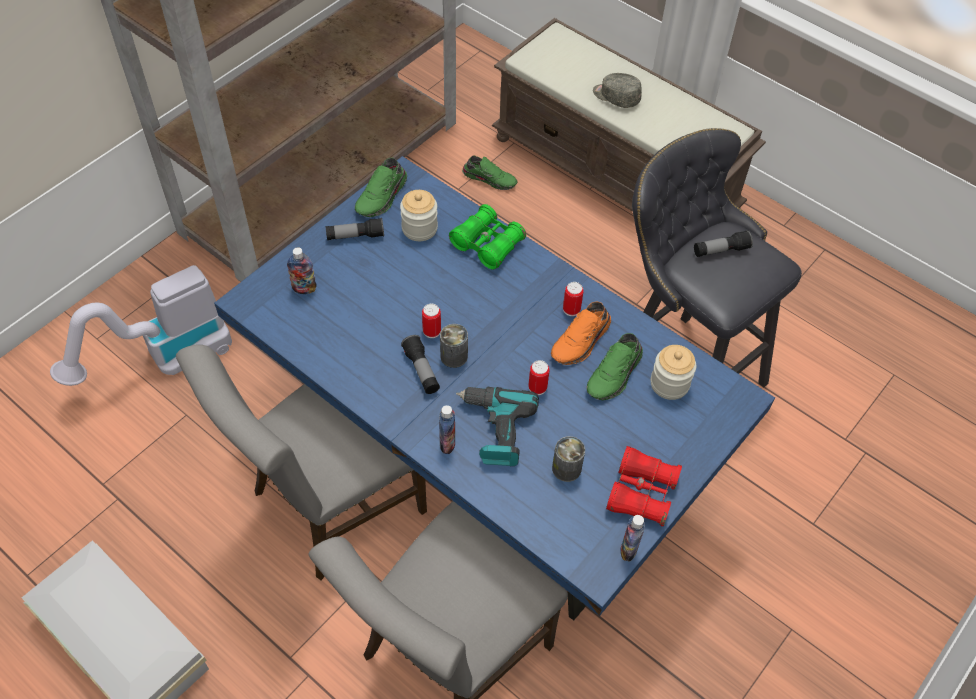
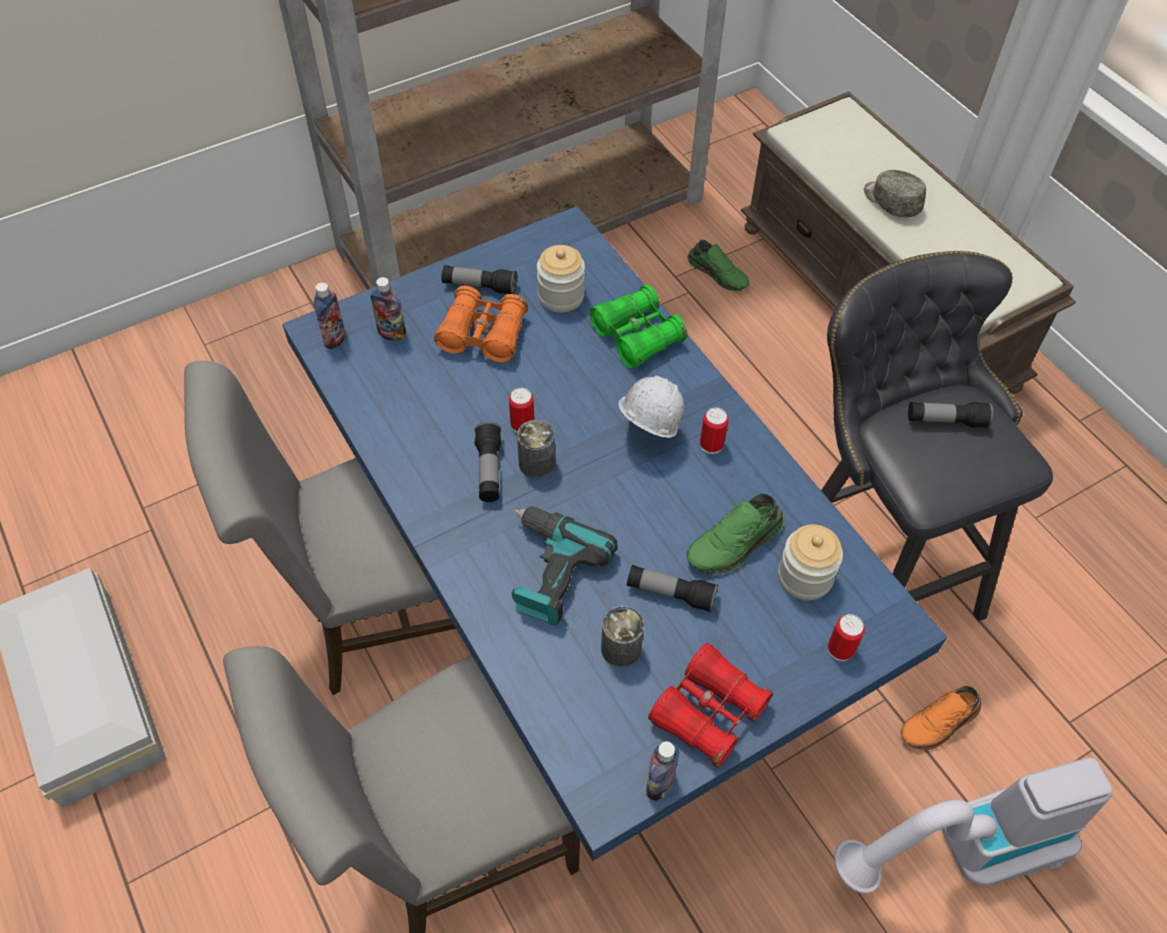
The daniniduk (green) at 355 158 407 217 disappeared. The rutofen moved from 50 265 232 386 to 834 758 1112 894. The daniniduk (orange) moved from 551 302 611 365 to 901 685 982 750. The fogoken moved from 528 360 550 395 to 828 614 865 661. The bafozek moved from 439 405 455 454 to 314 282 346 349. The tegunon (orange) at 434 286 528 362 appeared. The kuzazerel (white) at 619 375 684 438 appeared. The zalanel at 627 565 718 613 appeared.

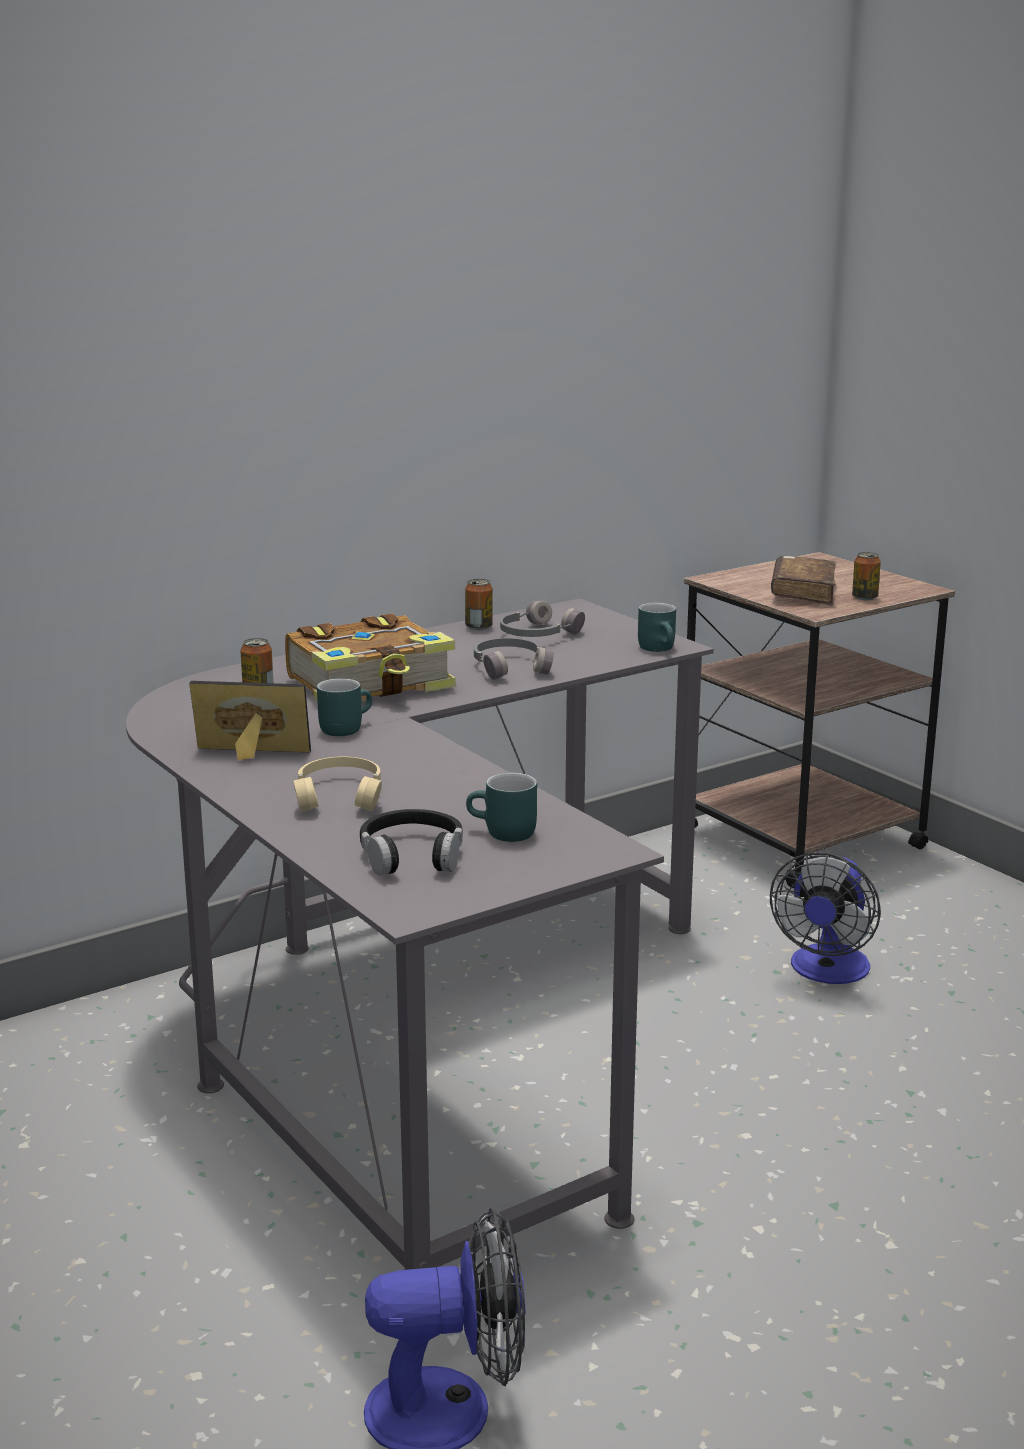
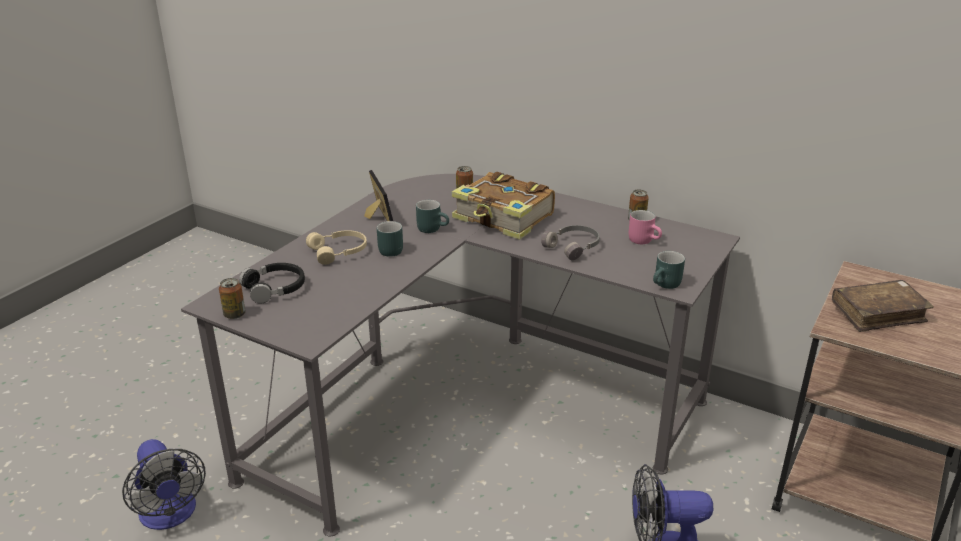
The fogoken moved from 852 552 881 600 to 219 278 245 319. The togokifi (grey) at 500 600 585 637 was replaced by the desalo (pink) at 629 210 662 244. The desalo (turquoise) moved from 466 772 537 842 to 377 221 403 257.

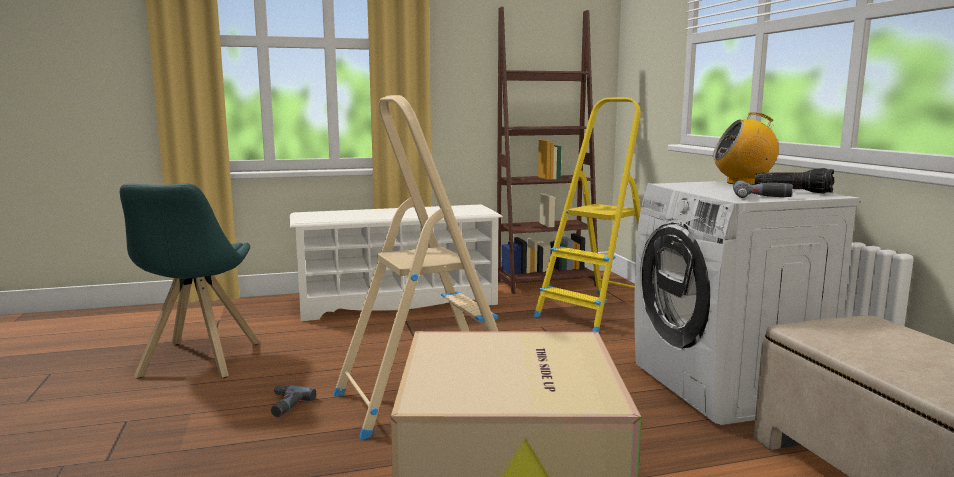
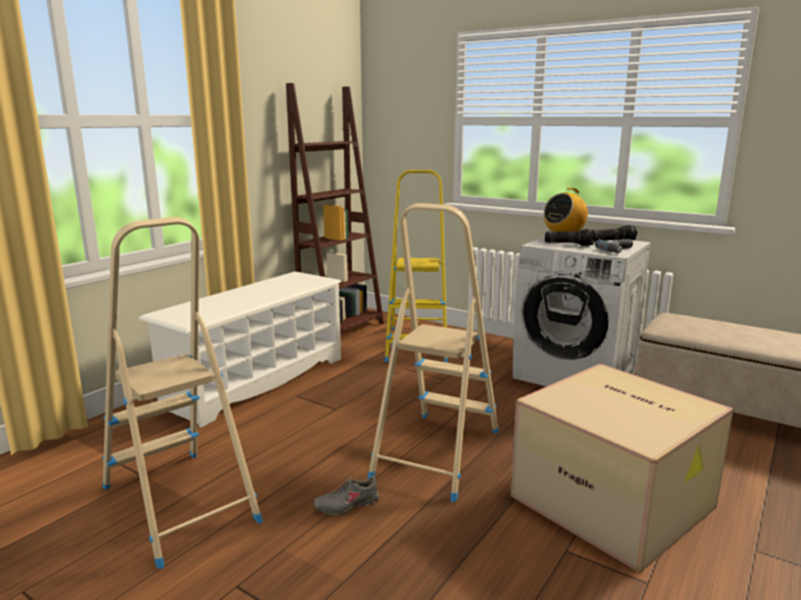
The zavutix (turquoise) at 120 184 260 379 was replaced by the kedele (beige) at 102 217 263 569. The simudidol at 271 385 316 417 was replaced by the daniniduk (grey) at 313 476 380 516. The zalanel at 545 229 595 246 appeared.

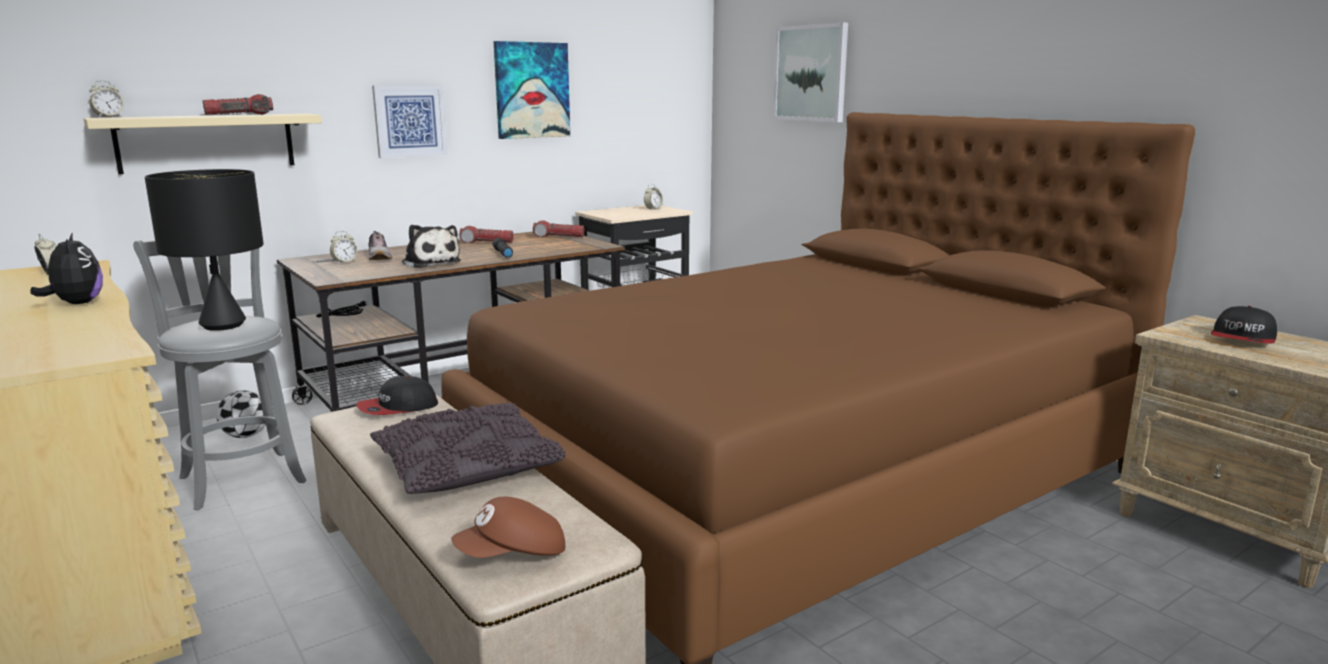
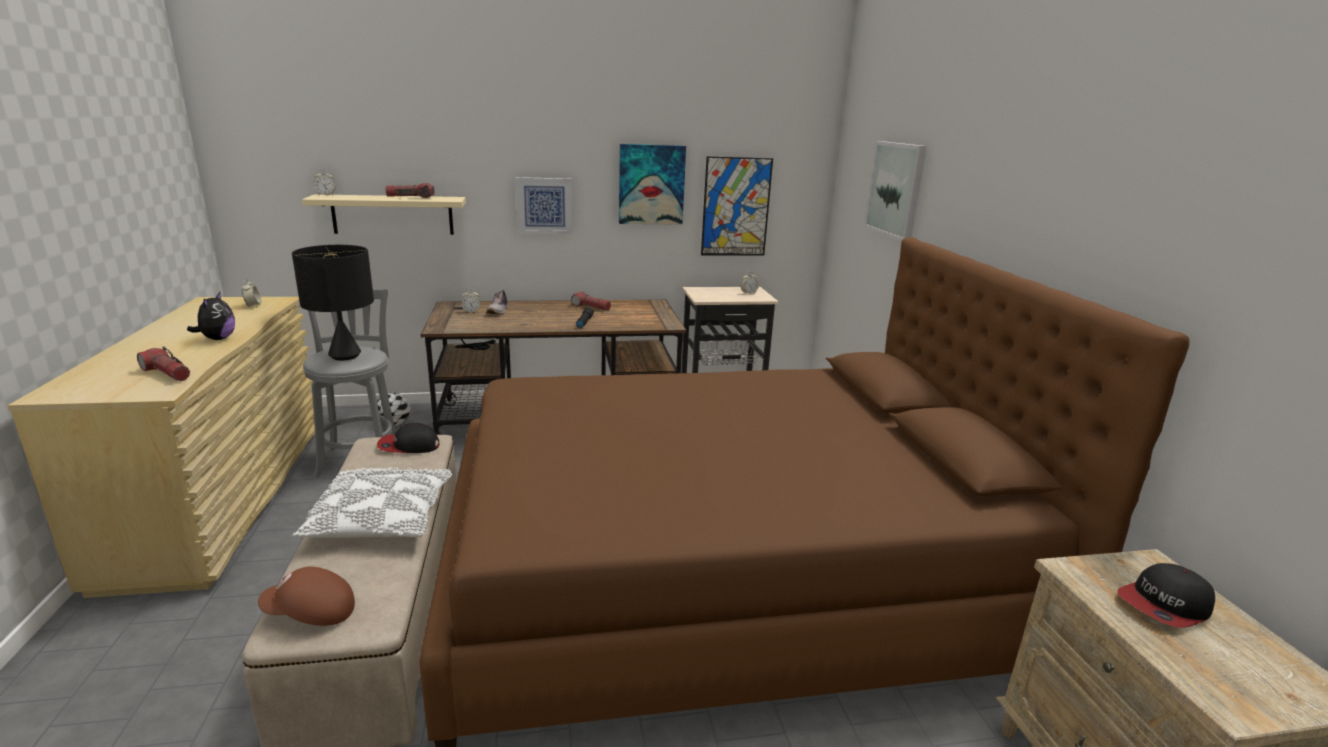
The zalanel moved from 533 220 584 237 to 137 347 190 381. The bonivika at 402 225 461 268 disappeared. The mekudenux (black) at 370 402 566 494 became the mekudenux (white) at 293 467 452 538. The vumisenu at 701 156 773 256 appeared.

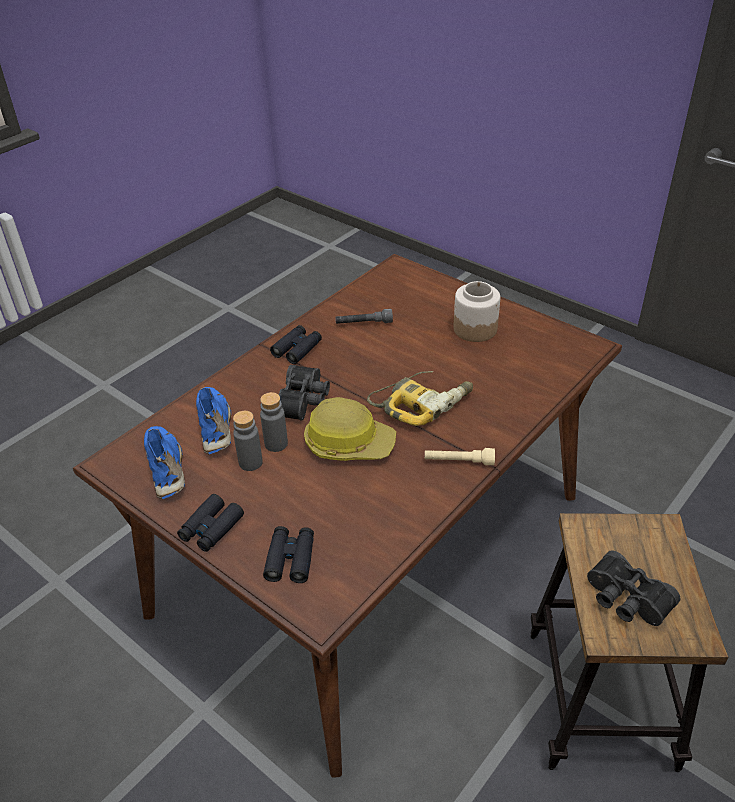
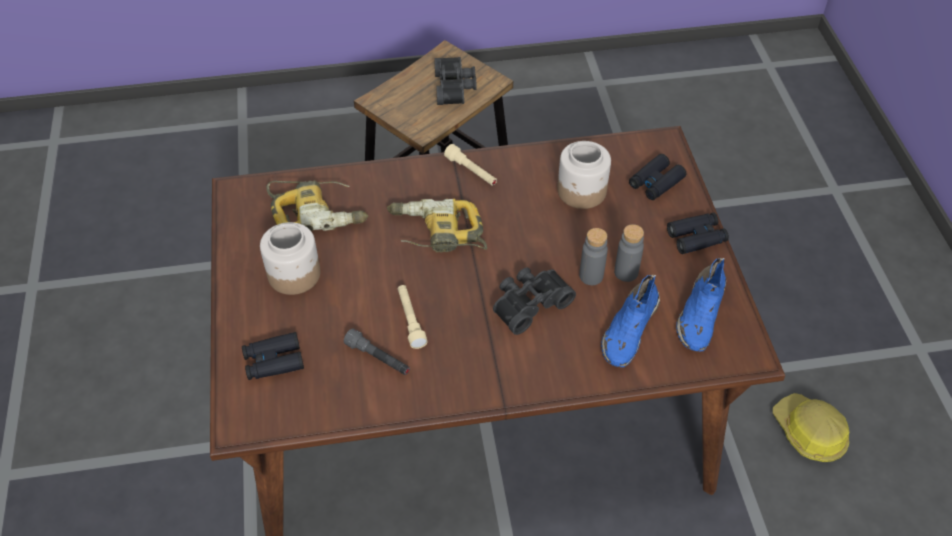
The tegunon (black) moved from 270 325 322 364 to 242 332 304 380. The kuzazerel moved from 304 397 396 461 to 773 393 849 462. The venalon at 557 141 611 209 appeared. The simudidol at 266 180 368 232 appeared. The zalanel (beige) at 398 285 427 349 appeared.

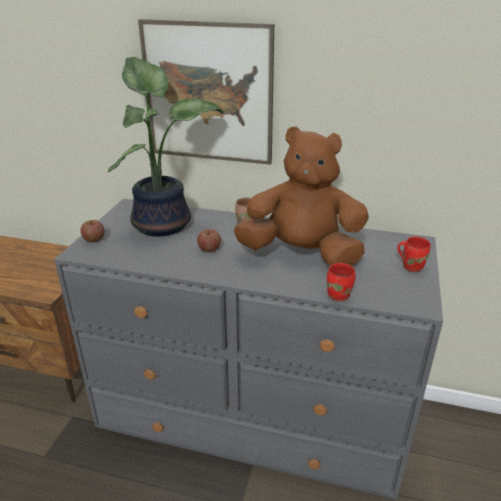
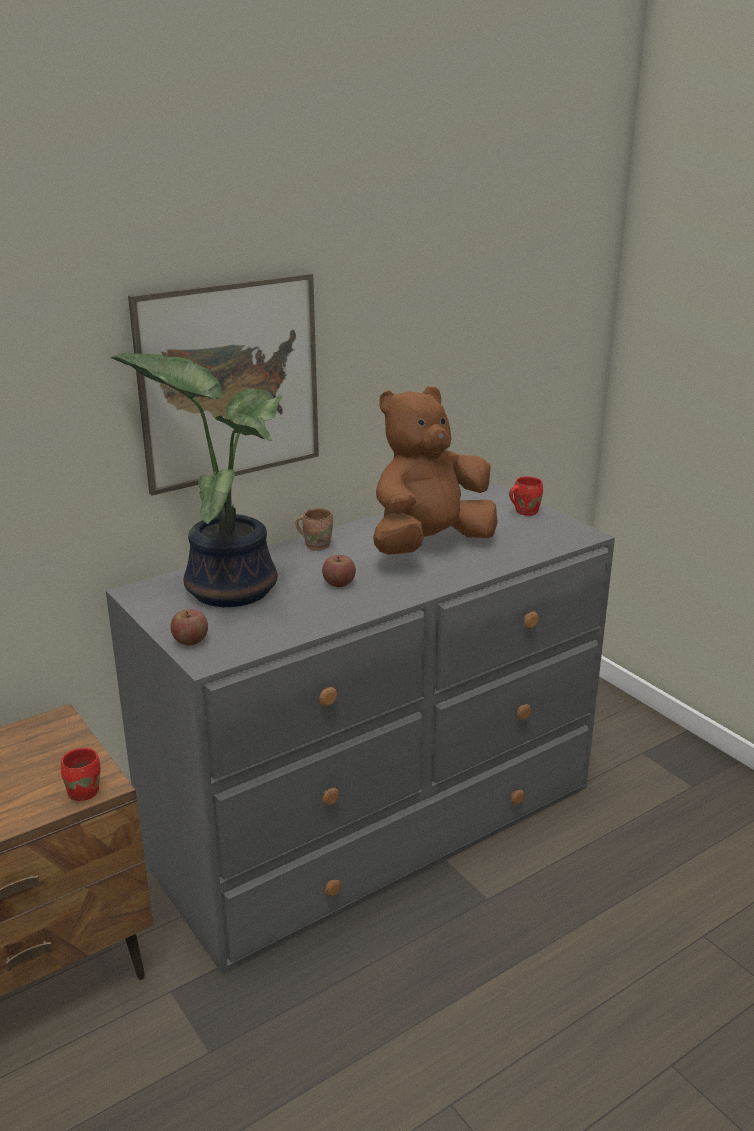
The desalo (red) moved from 327 263 355 301 to 61 748 100 801.

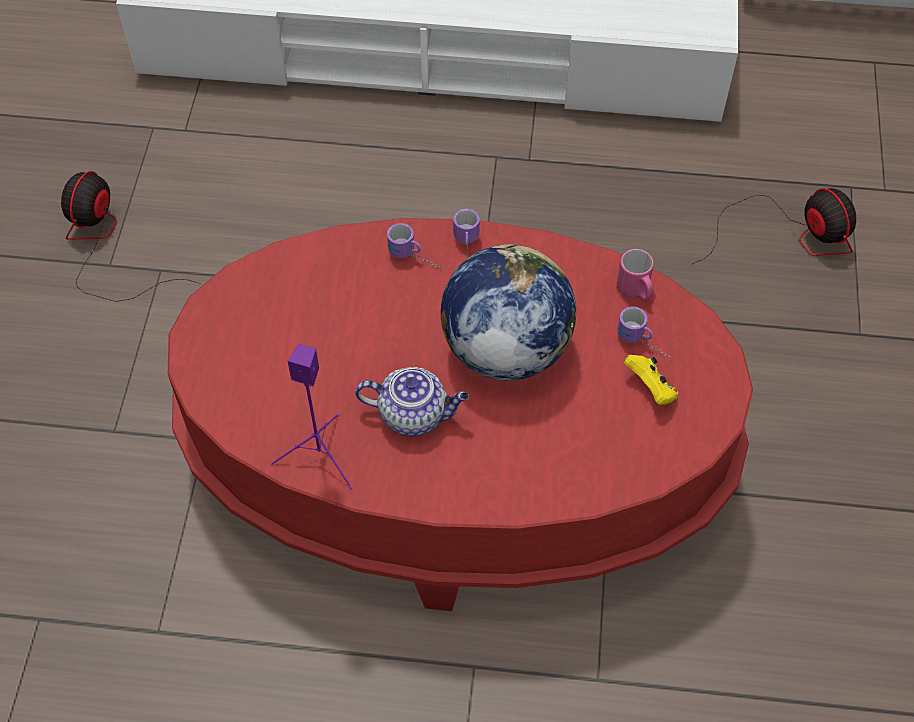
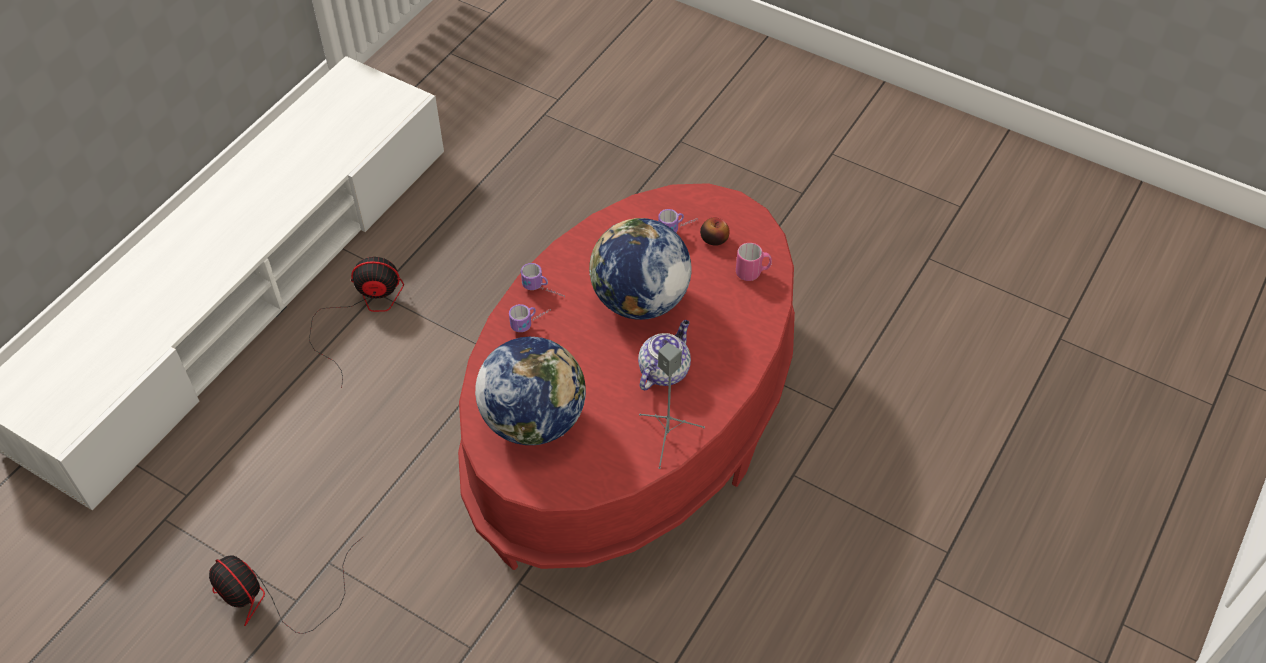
The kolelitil moved from 692 188 856 264 to 309 257 404 388. The desalo (pink) moved from 617 249 654 300 to 736 243 772 281. The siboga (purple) at 270 344 352 489 became the siboga (grey) at 639 343 705 469. The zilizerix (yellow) at 624 355 678 405 was replaced by the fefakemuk at 700 217 729 246. The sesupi at 475 337 586 445 appeared.

